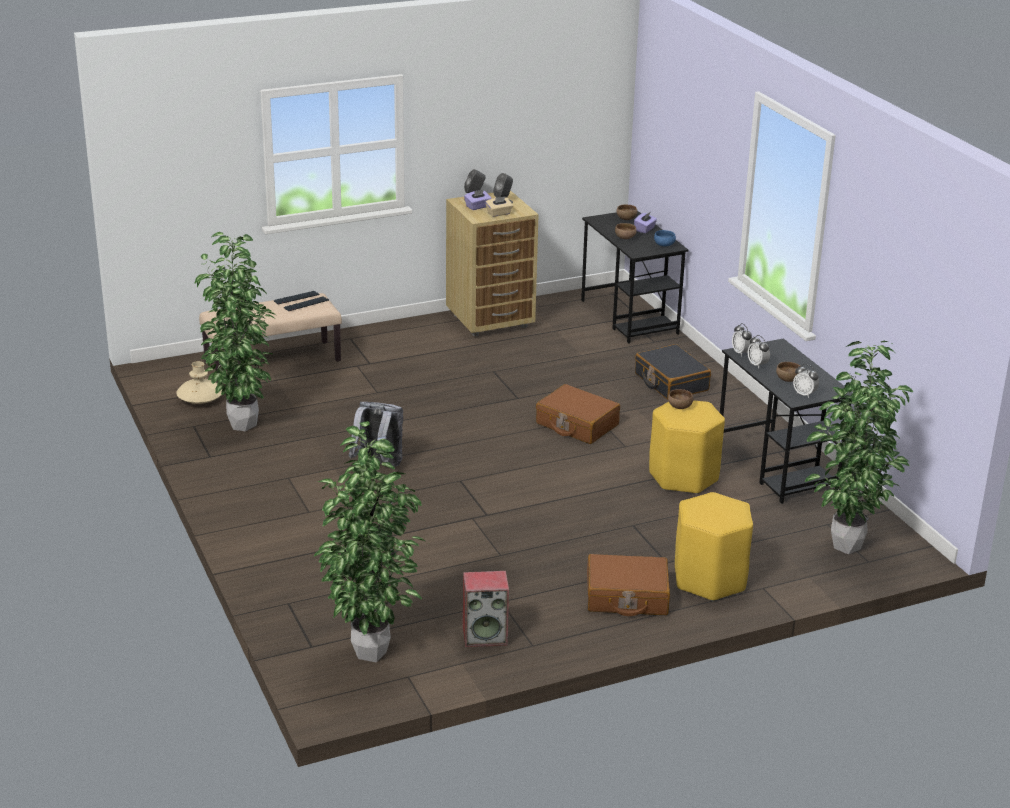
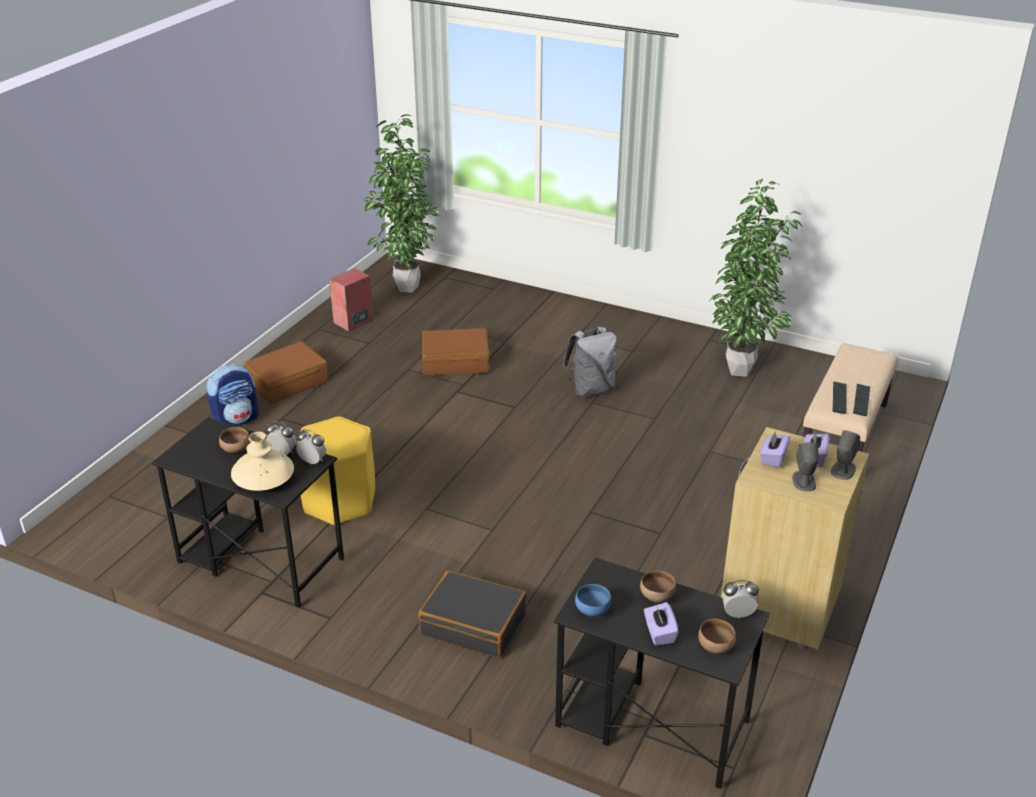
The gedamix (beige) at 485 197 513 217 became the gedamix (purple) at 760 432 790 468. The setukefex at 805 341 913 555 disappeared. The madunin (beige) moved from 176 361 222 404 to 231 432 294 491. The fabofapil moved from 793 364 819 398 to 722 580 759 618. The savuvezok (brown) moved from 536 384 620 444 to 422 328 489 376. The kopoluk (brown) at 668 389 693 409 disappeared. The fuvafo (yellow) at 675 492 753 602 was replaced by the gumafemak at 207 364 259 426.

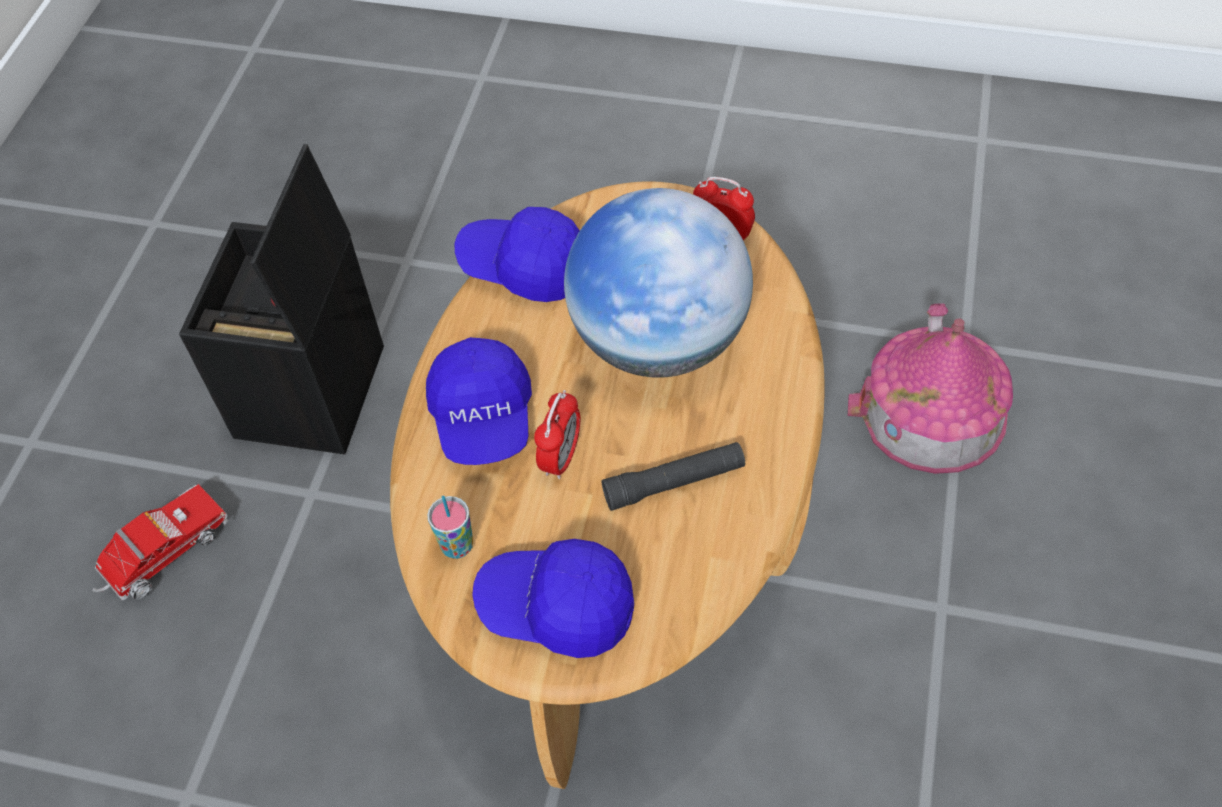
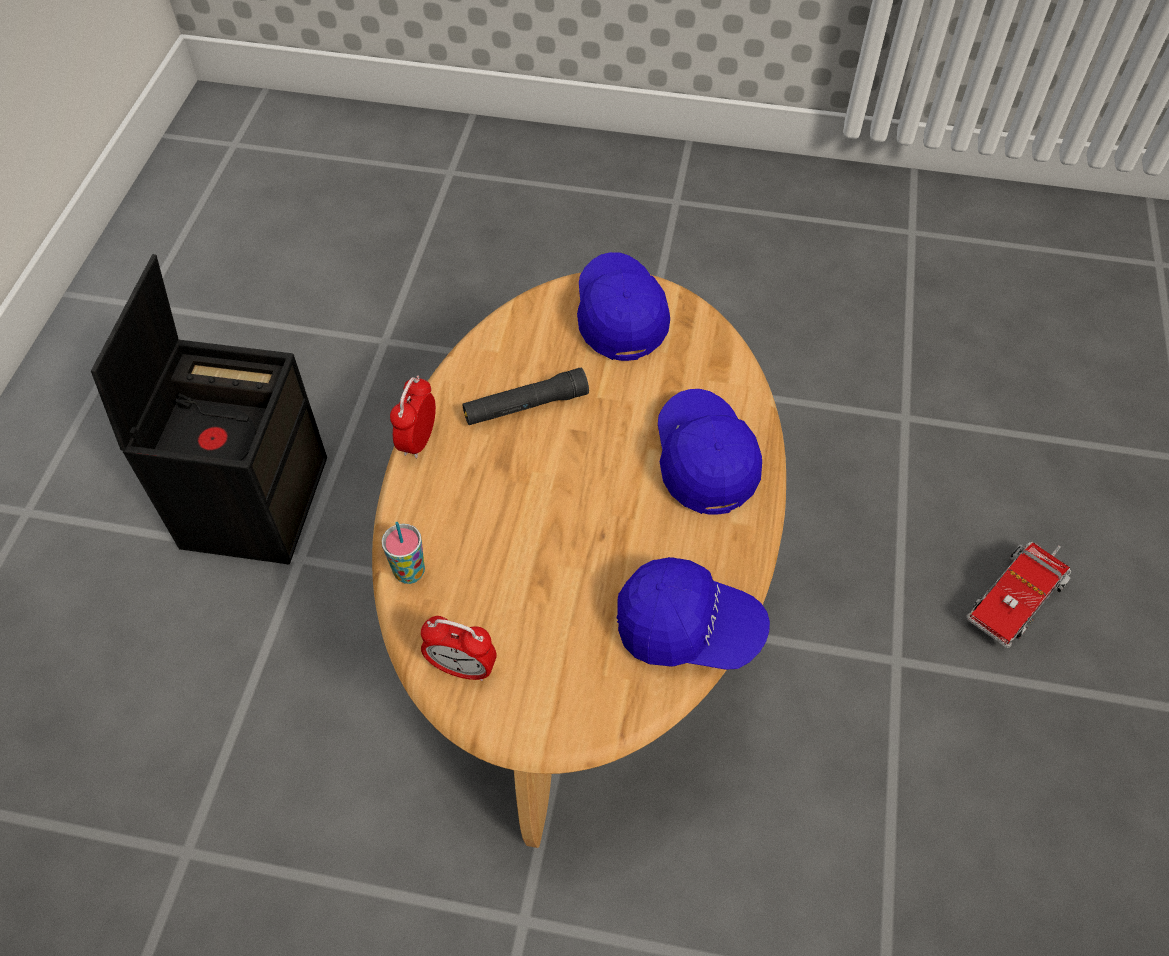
The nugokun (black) moved from 179 144 384 455 to 91 254 327 564. The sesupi at 564 188 753 378 disappeared. The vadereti at 847 304 1013 474 disappeared. The fabofapil moved from 534 390 580 479 to 390 376 436 458. The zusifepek moved from 427 495 473 559 to 382 522 425 584. The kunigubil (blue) at 472 539 634 658 turned 105 degrees counterclockwise.

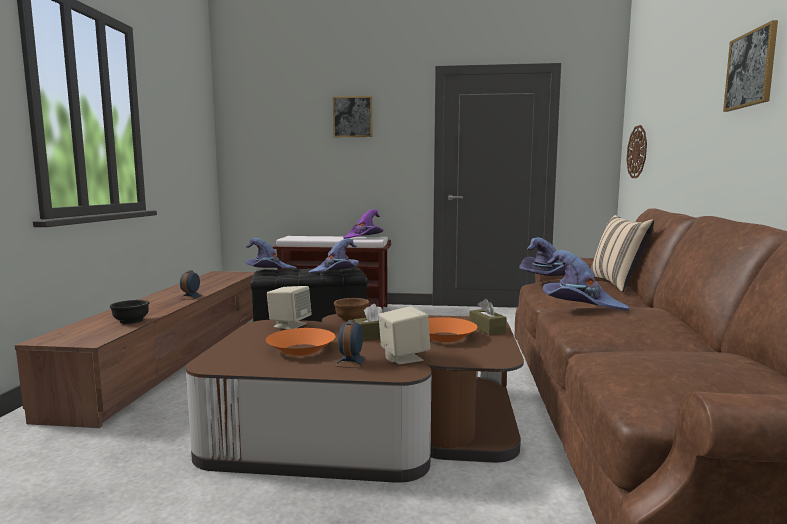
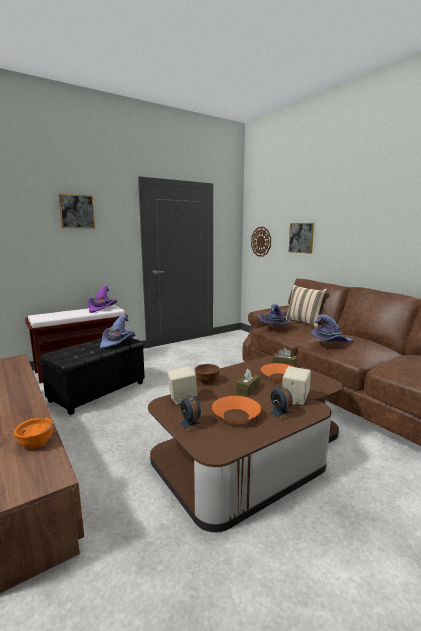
The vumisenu moved from 723 20 778 112 to 289 223 314 254. The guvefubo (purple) at 245 238 297 269 disappeared. The fabofapil moved from 179 270 203 300 to 179 395 203 432. The kopoluk (black) at 110 300 149 324 became the kopoluk (orange) at 14 417 54 449.

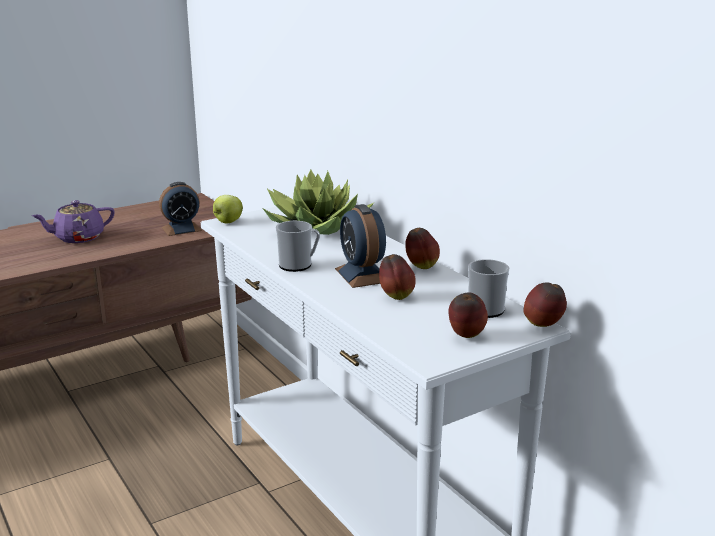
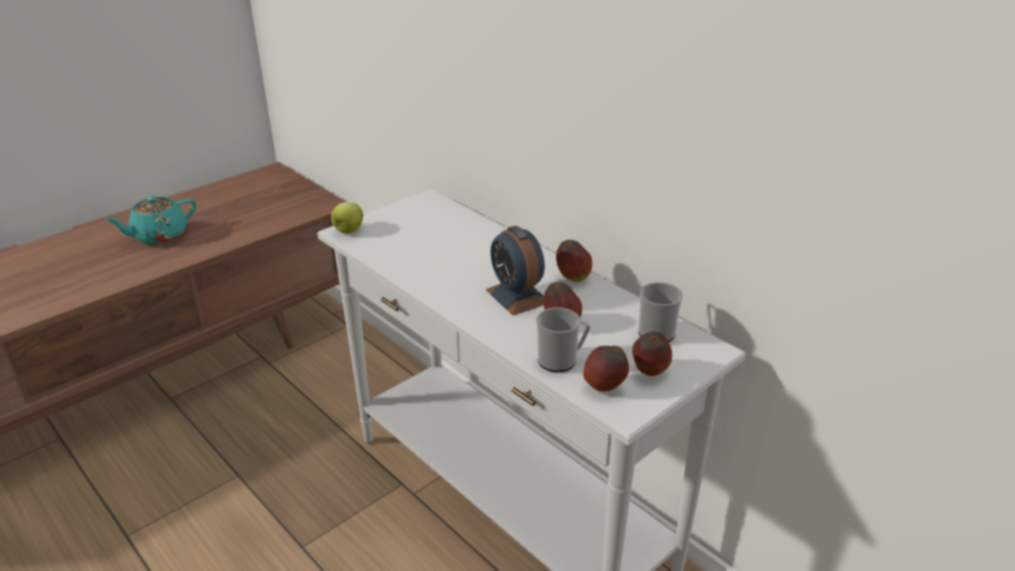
The setukefex at 263 170 375 235 disappeared. The fabofapil at 159 182 202 236 disappeared. The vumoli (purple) at 32 200 115 243 became the vumoli (turquoise) at 105 196 196 245. The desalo moved from 276 221 320 272 to 536 307 590 372. The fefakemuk moved from 524 283 567 327 to 583 346 629 391.

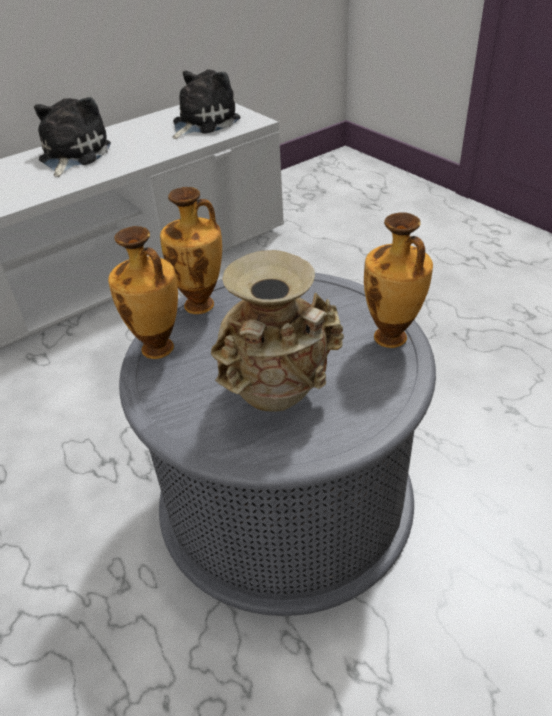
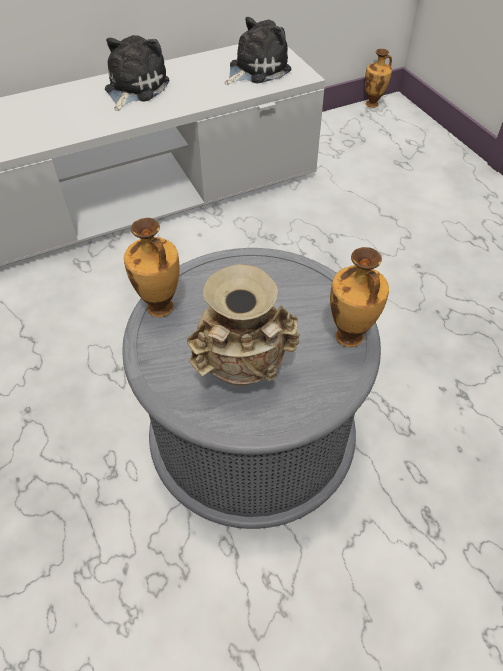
The madunin moved from 160 187 222 314 to 365 49 392 108.

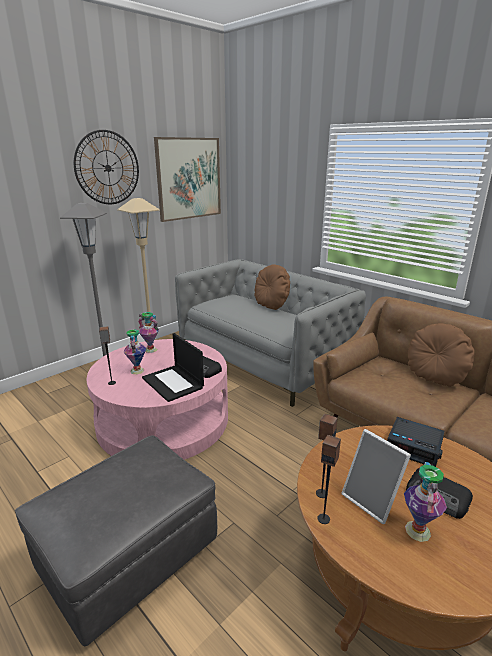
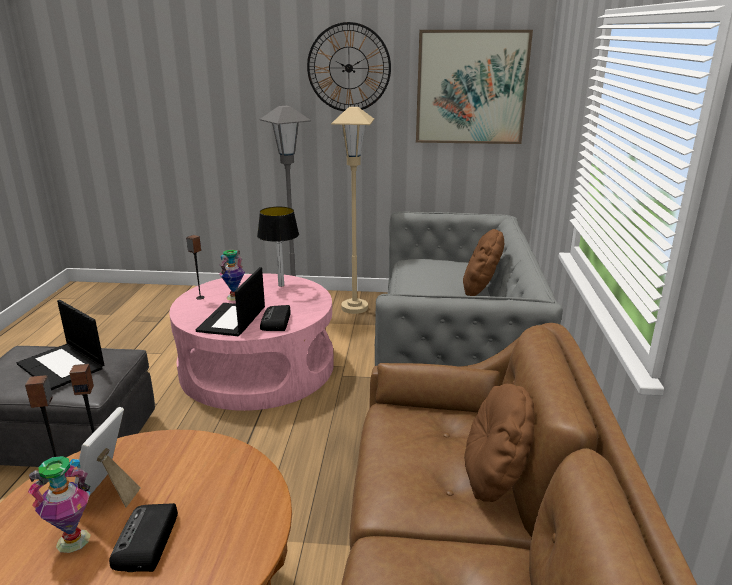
The madunin at 138 312 159 353 was replaced by the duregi at 257 207 299 287. The fabofapil at 387 417 445 467 disappeared. The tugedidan at 17 300 104 391 appeared.

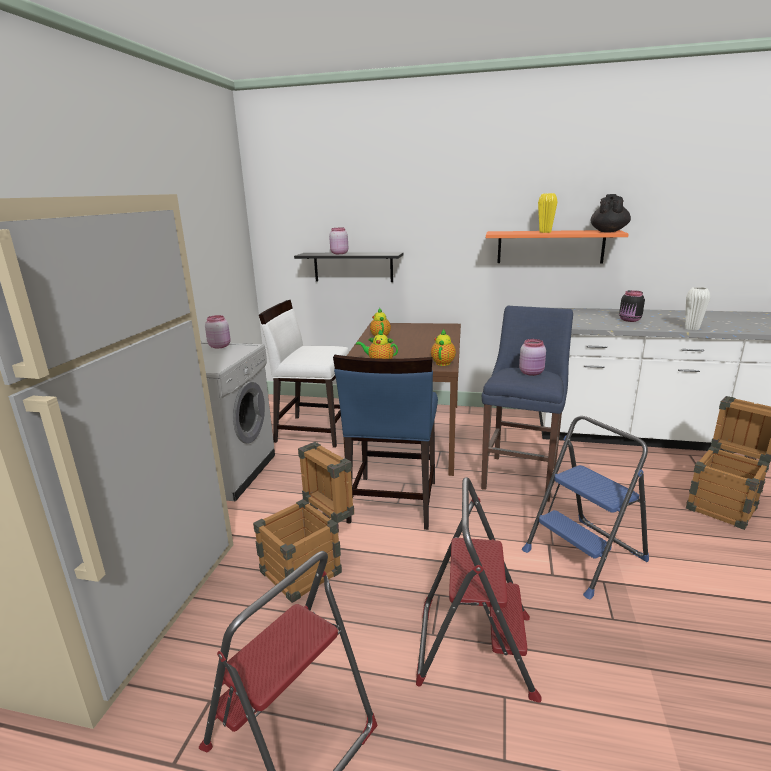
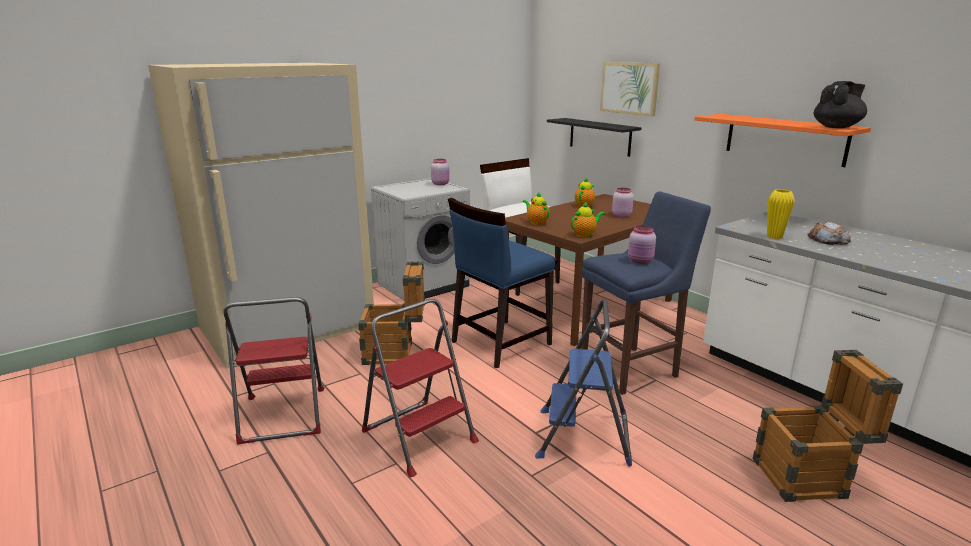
The madunin (yellow) moved from 538 193 557 233 to 767 189 795 239. The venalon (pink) moved from 329 228 348 254 to 612 188 634 218. The madunin (white) at 685 287 710 330 disappeared. The venalon (black) at 619 290 645 322 was replaced by the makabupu at 807 222 851 245. The vumisenu at 600 62 660 116 appeared.

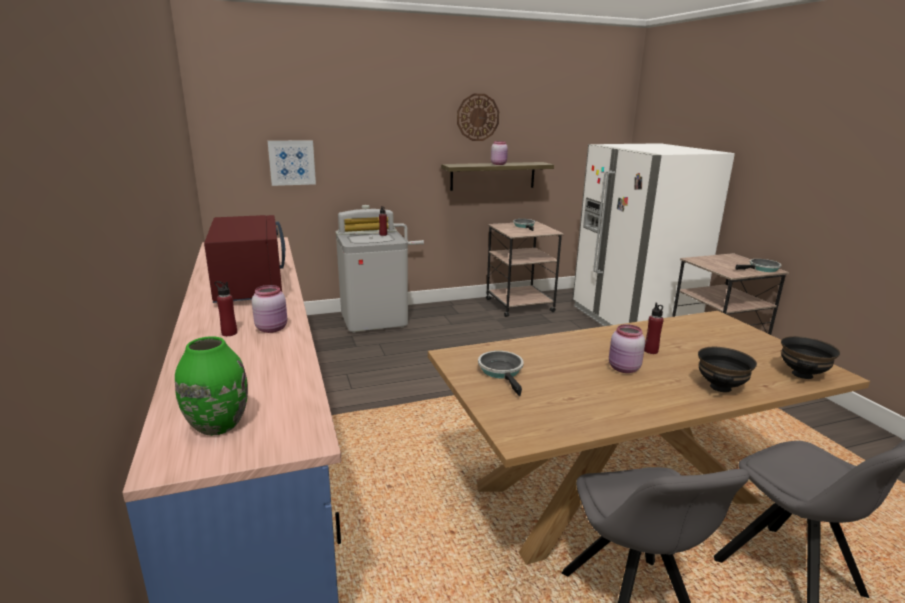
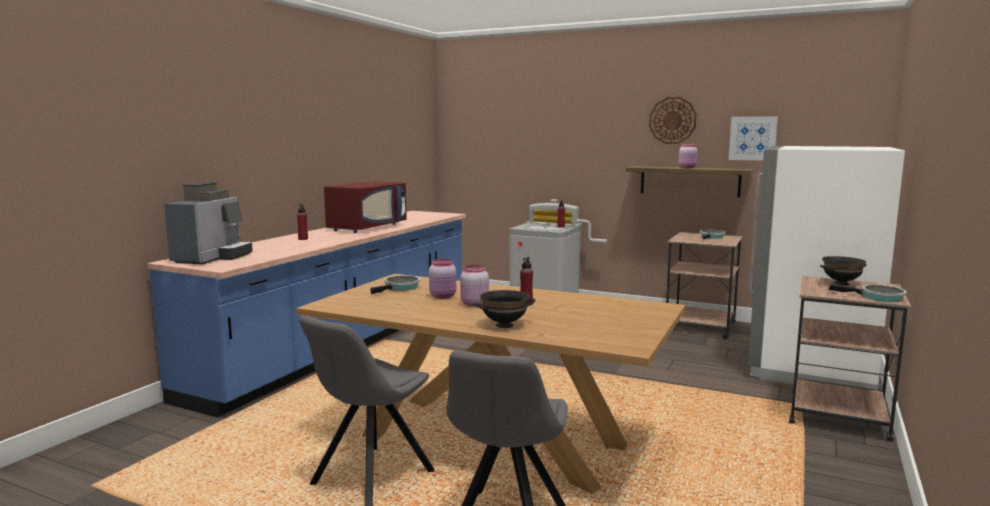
The vumisenu moved from 268 140 316 186 to 729 116 778 160. The venalon (pink) moved from 252 285 287 333 to 429 259 456 299. The madunin (green) at 175 336 248 436 was replaced by the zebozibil at 164 182 253 264. The kopoluk (black) moved from 781 336 840 379 to 820 256 867 285.

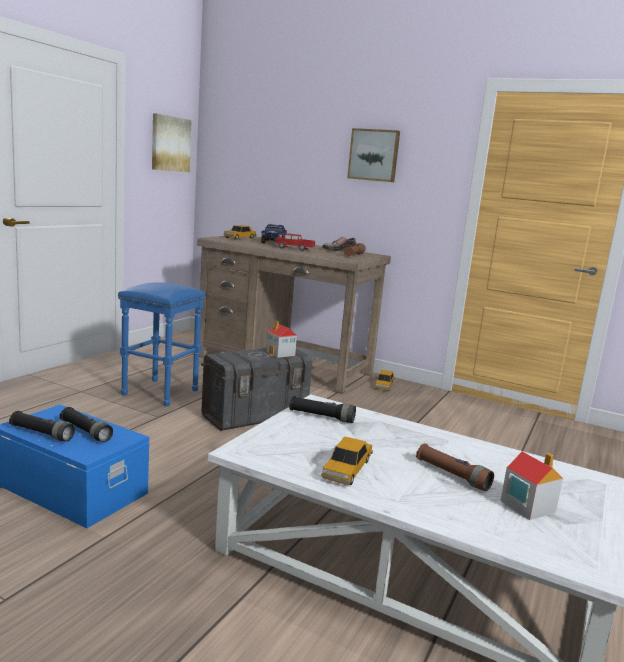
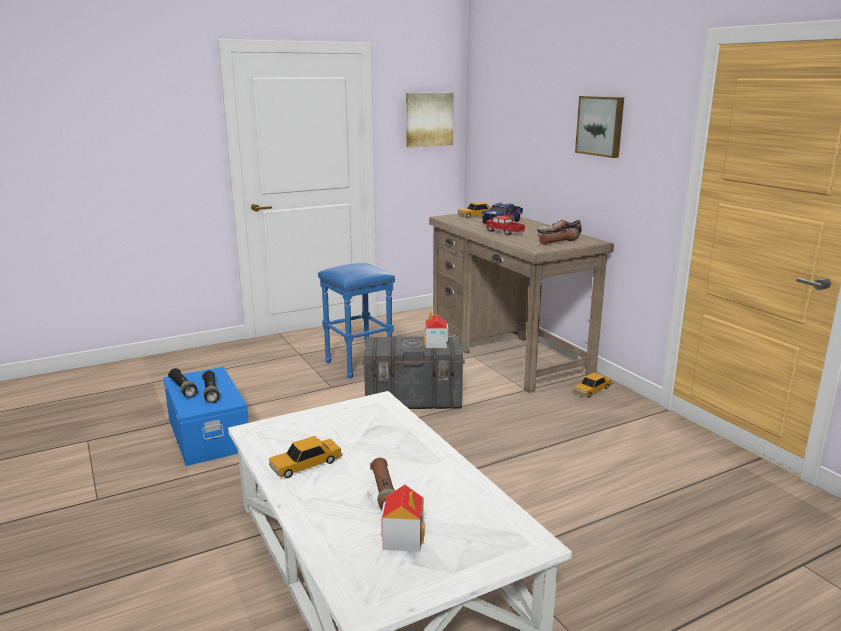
The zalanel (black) at 289 396 356 423 disappeared.

